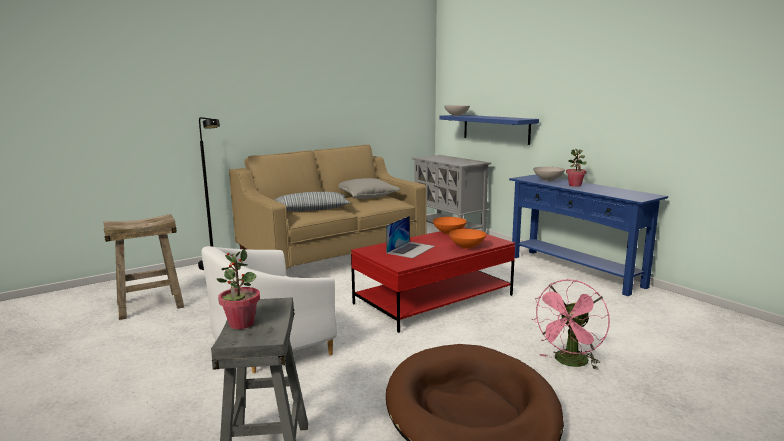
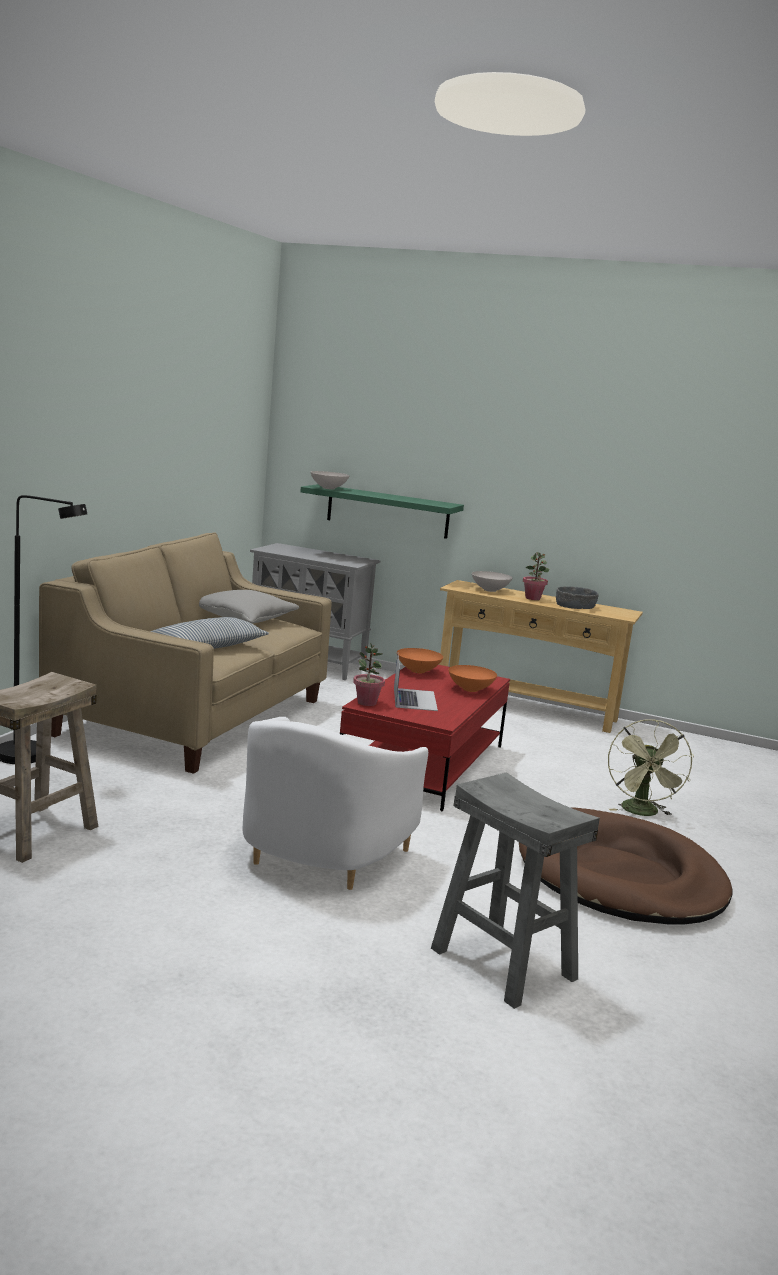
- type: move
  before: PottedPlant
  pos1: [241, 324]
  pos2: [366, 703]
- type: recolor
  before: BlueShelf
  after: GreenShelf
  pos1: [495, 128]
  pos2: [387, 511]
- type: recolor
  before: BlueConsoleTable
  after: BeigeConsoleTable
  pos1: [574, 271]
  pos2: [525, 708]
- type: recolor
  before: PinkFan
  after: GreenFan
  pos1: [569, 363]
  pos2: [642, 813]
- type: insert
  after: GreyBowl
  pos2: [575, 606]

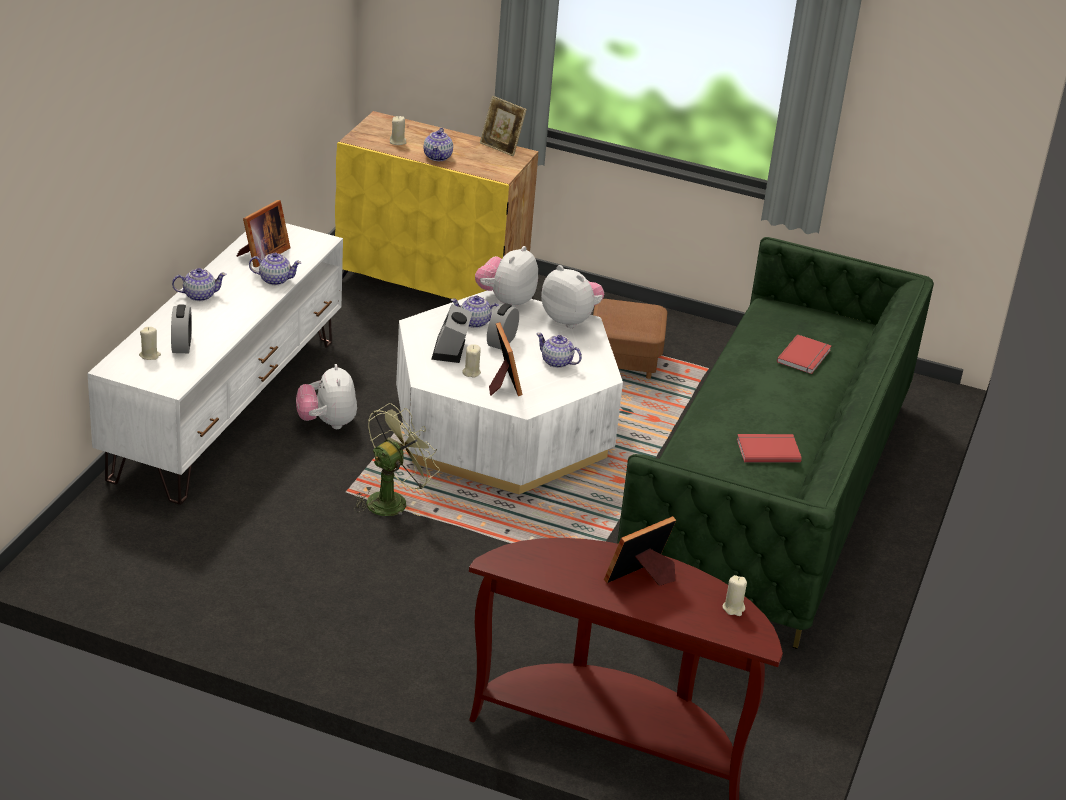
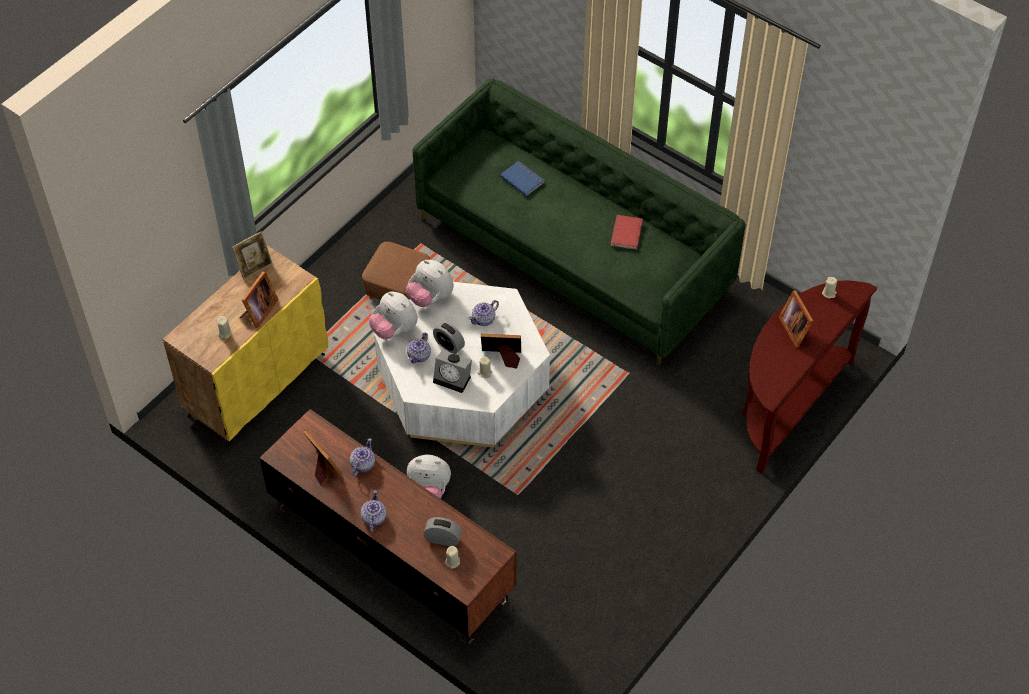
- type: recolor
  before: WhiteTvStand
  after: BrownTvStand
  pos1: [226, 407]
  pos2: [390, 553]
- type: delete
  before: GreenFan
  pos1: [392, 500]
- type: replace
  before: Teapot
  after: PictureFrame
  pos1: [438, 156]
  pos2: [258, 312]
- type: rotate
  before: PlushToy
  pos1: [570, 320]
  pos2: [430, 297]
  turn: -105
- type: recolor
  before: RedBook
  after: BlueBook
  pos1: [805, 357]
  pos2: [523, 179]

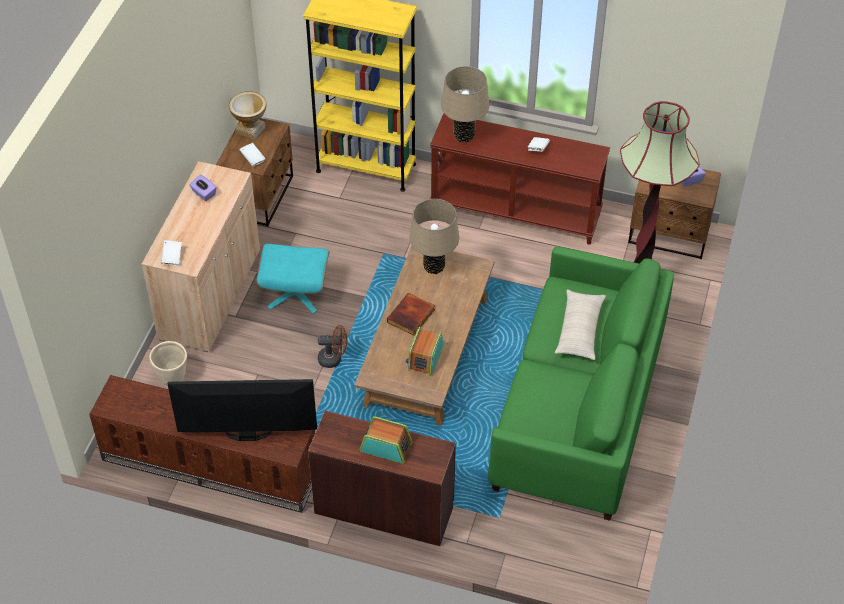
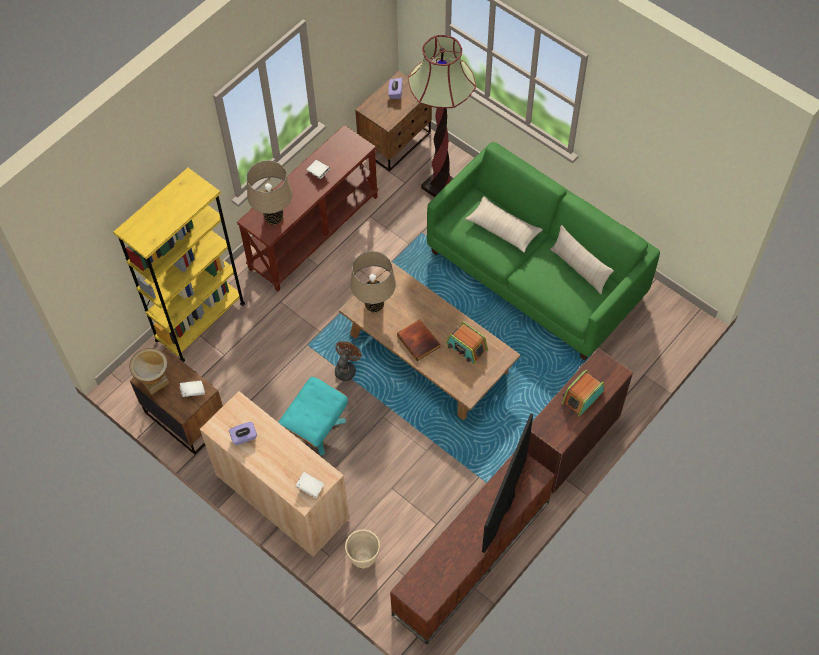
- type: move
  before: BrownFan
  pos1: [333, 359]
  pos2: [346, 368]
- type: insert
  after: BeigePillow
  pos2: [579, 268]

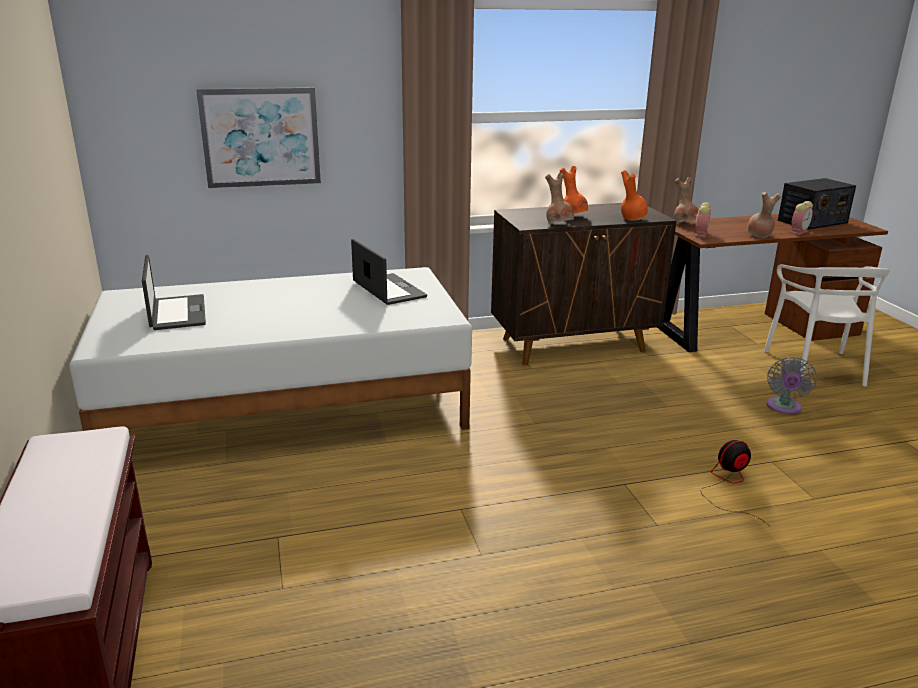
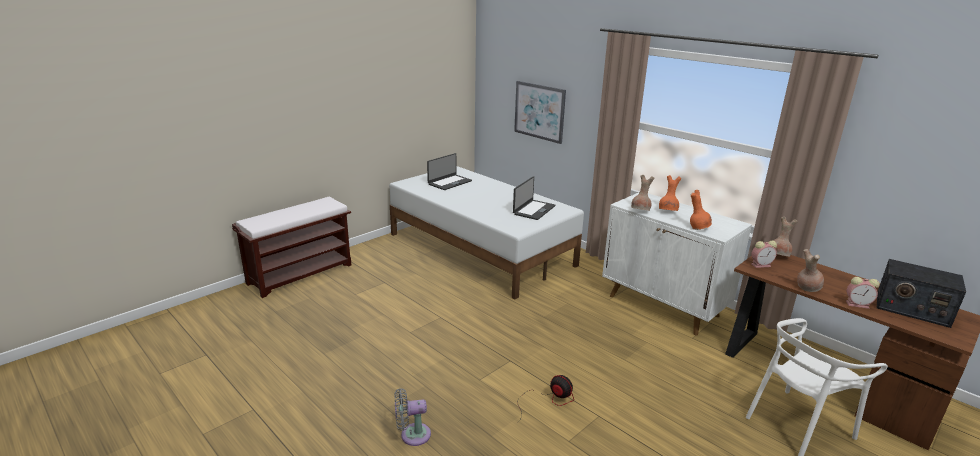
- type: recolor
  before: BrownCabinet
  after: WhiteCabinet
  pos1: [574, 345]
  pos2: [664, 306]
- type: move
  before: GreyFan
  pos1: [783, 408]
  pos2: [412, 435]

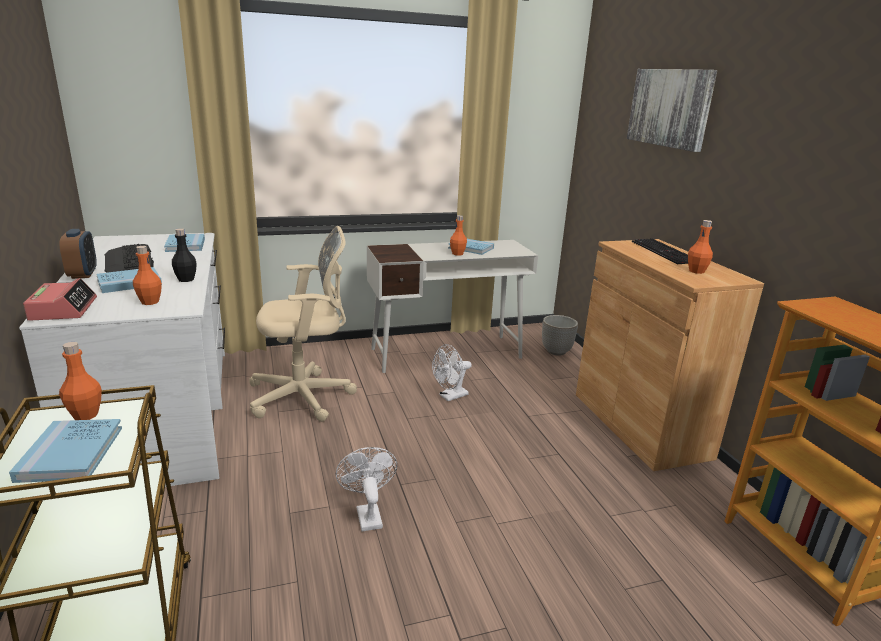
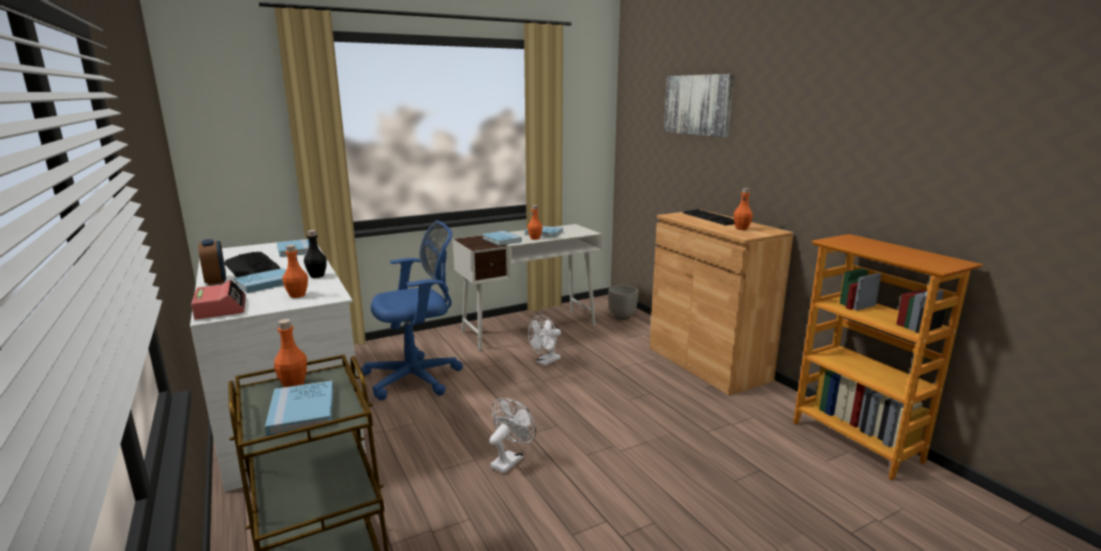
- type: recolor
  before: BeigeOfficeChair
  after: BlueOfficeChair
  pos1: [305, 396]
  pos2: [417, 378]
- type: rotate
  before: WhiteFan
  pos1: [367, 514]
  pos2: [510, 460]
  turn: 60
- type: insert
  after: BlueBook
  pos2: [501, 240]

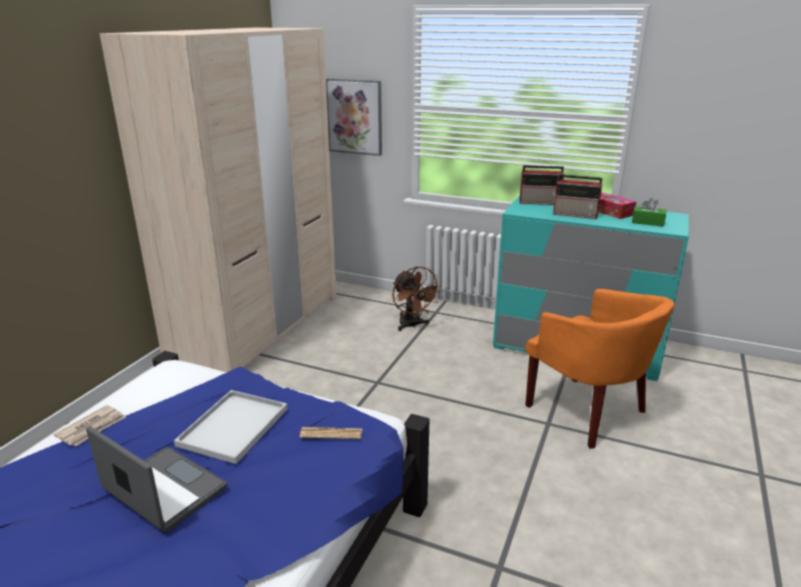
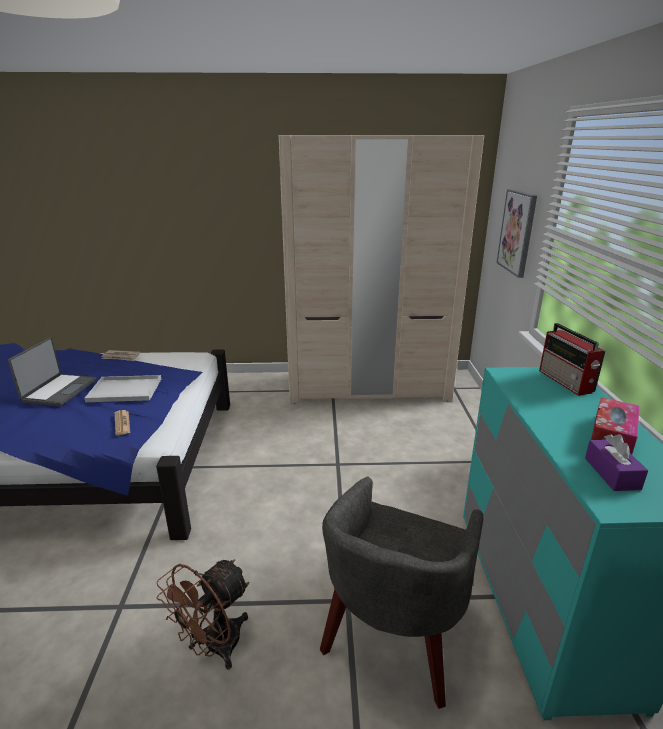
- type: move
  before: BrownFan
  pos1: [412, 325]
  pos2: [214, 647]
- type: recolor
  before: OrangeArmchair
  after: GreyArmchair
  pos1: [588, 412]
  pos2: [394, 637]
- type: delete
  before: Radio
  pos1: [576, 215]
- type: recolor
  before: GreenTissueBox
  after: PurpleTissueBox
  pos1: [647, 222]
  pos2: [611, 473]

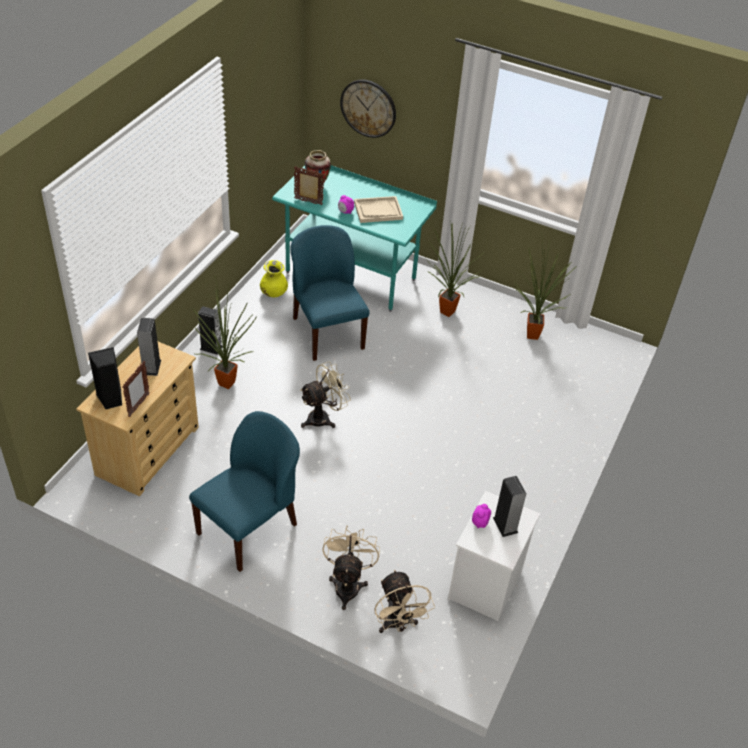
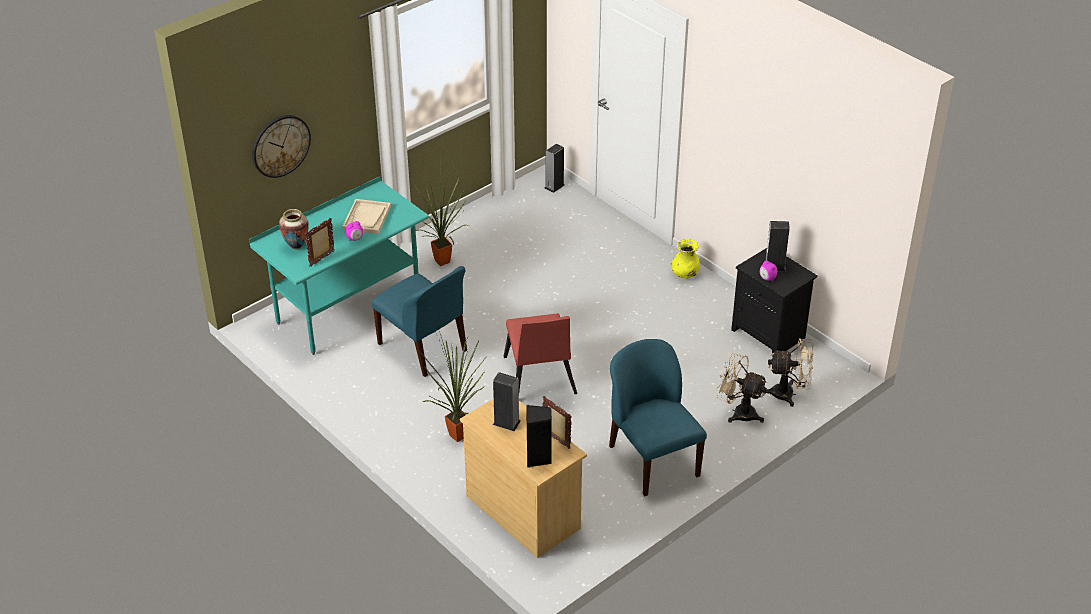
- type: move
  before: Speaker
  pos1: [211, 347]
  pos2: [554, 186]
- type: move
  before: YellowVase
  pos1: [273, 293]
  pos2: [685, 274]
- type: rotate
  before: BlueChair
  pos1: [327, 332]
  pos2: [424, 348]
  turn: -135
- type: replace
  before: BeigeFan
  after: RedChair
  pos1: [323, 417]
  pos2: [539, 379]
- type: recolor
  before: WhiteNightstand
  after: BlackNightstand
  pos1: [486, 586]
  pos2: [770, 334]
- type: delete
  before: PottedPlant
  pos1: [532, 333]

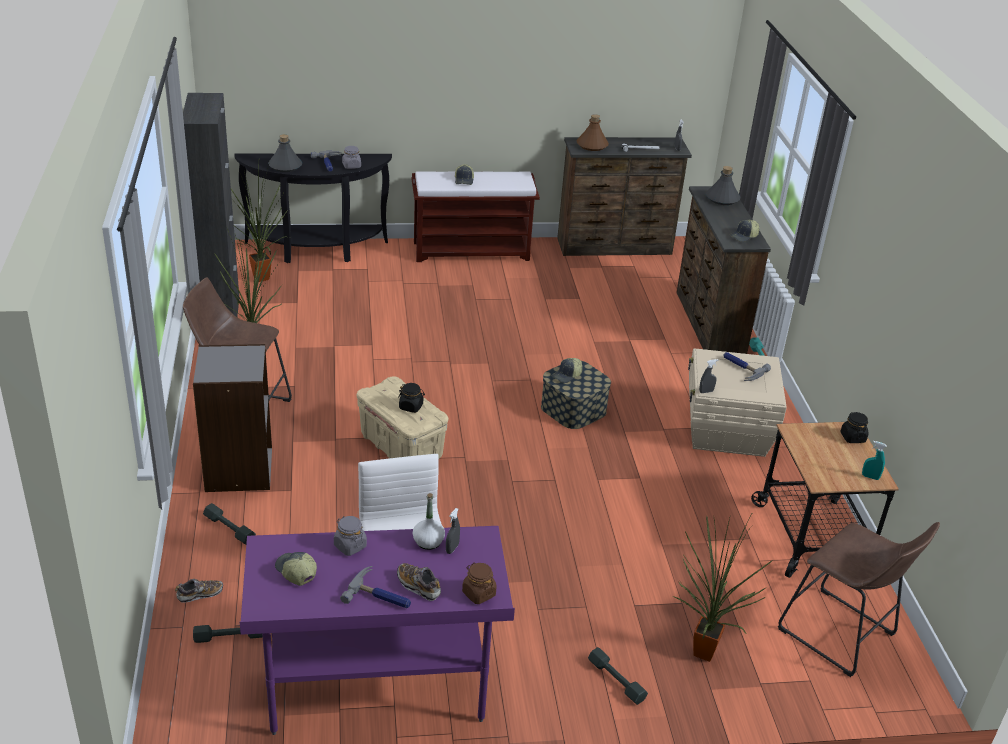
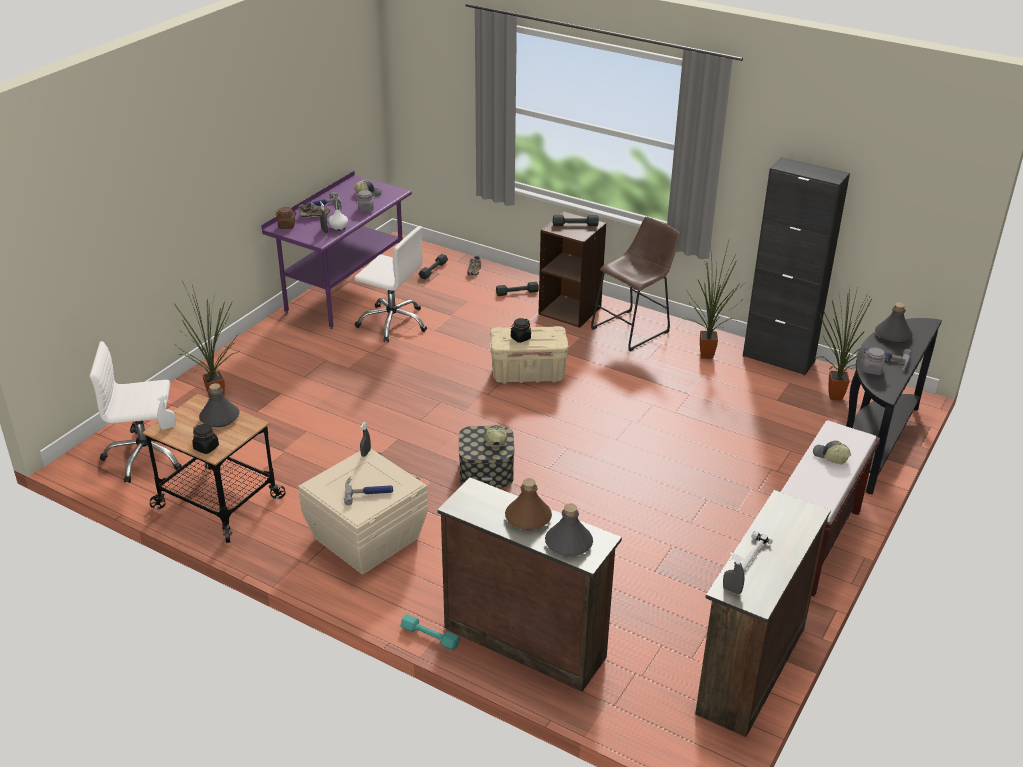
- type: recolor
  before: GreyBookcase
  after: BrownBookcase
  pos1: [238, 470]
  pos2: [570, 310]
- type: move
  before: BrownBottle
  pos1: [592, 145]
  pos2: [528, 518]
- type: move
  before: GreyDumbbell
  pos1: [616, 680]
  pos2: [575, 224]
- type: delete
  before: Cap
  pos1: [744, 236]
- type: replace
  before: BrownStool
  after: WhiteOfficeChair
  pos1: [841, 636]
  pos2: [145, 456]
- type: recolor
  before: TurquoiseSprayBottle
  after: WhiteSprayBottle
  pos1: [870, 477]
  pos2: [168, 427]
- type: insert
  after: GreyBottle
  pos2: [219, 418]

